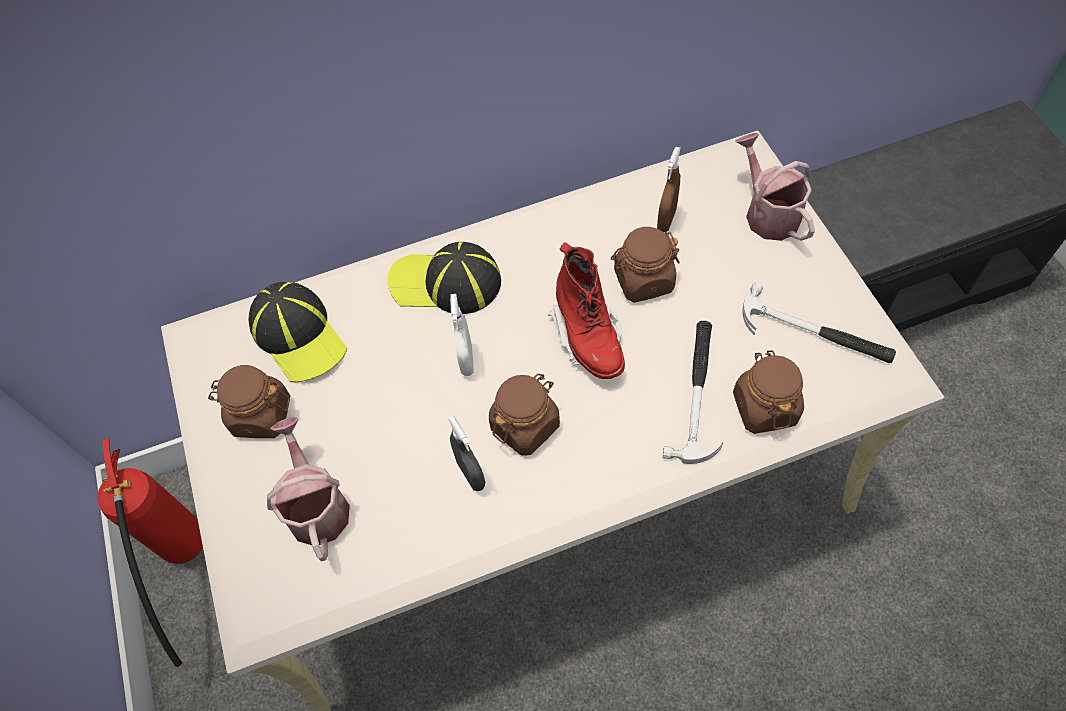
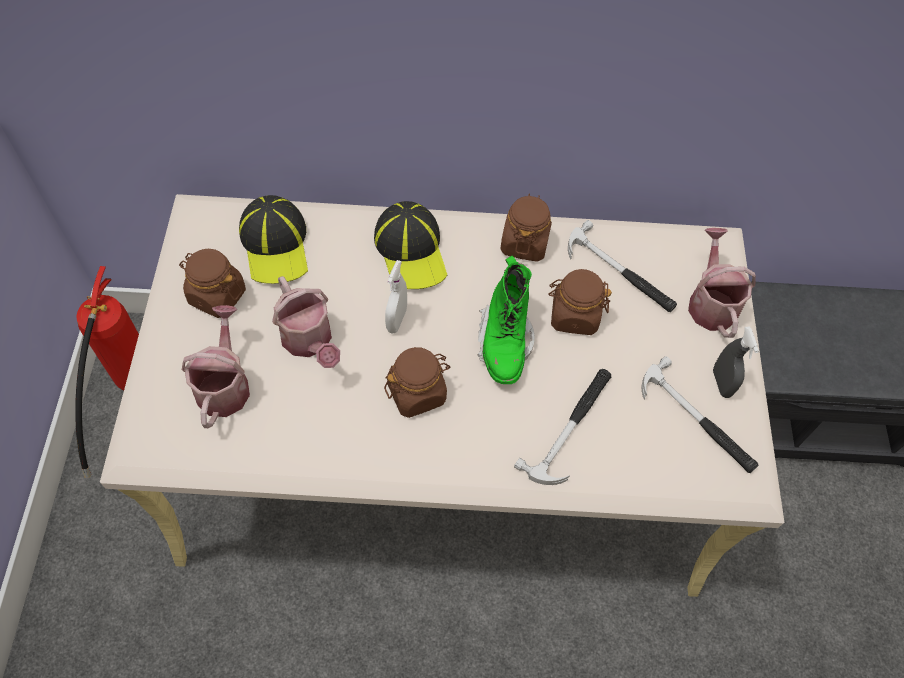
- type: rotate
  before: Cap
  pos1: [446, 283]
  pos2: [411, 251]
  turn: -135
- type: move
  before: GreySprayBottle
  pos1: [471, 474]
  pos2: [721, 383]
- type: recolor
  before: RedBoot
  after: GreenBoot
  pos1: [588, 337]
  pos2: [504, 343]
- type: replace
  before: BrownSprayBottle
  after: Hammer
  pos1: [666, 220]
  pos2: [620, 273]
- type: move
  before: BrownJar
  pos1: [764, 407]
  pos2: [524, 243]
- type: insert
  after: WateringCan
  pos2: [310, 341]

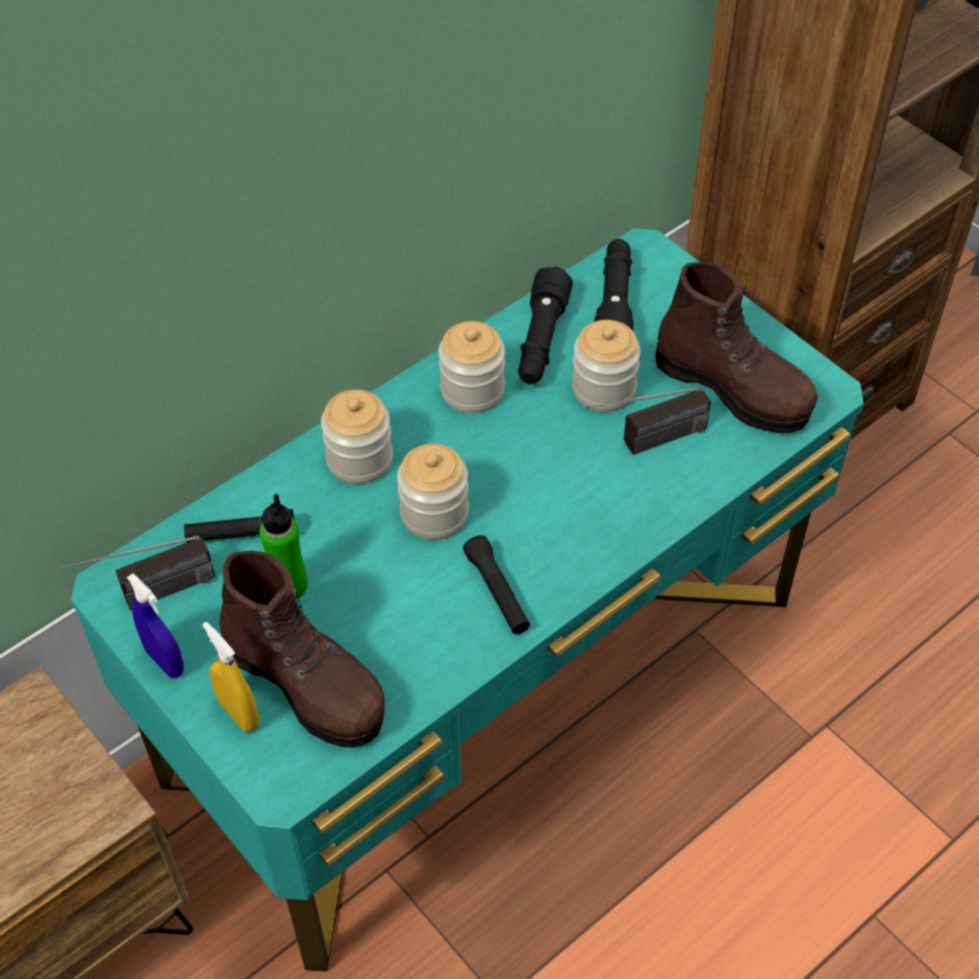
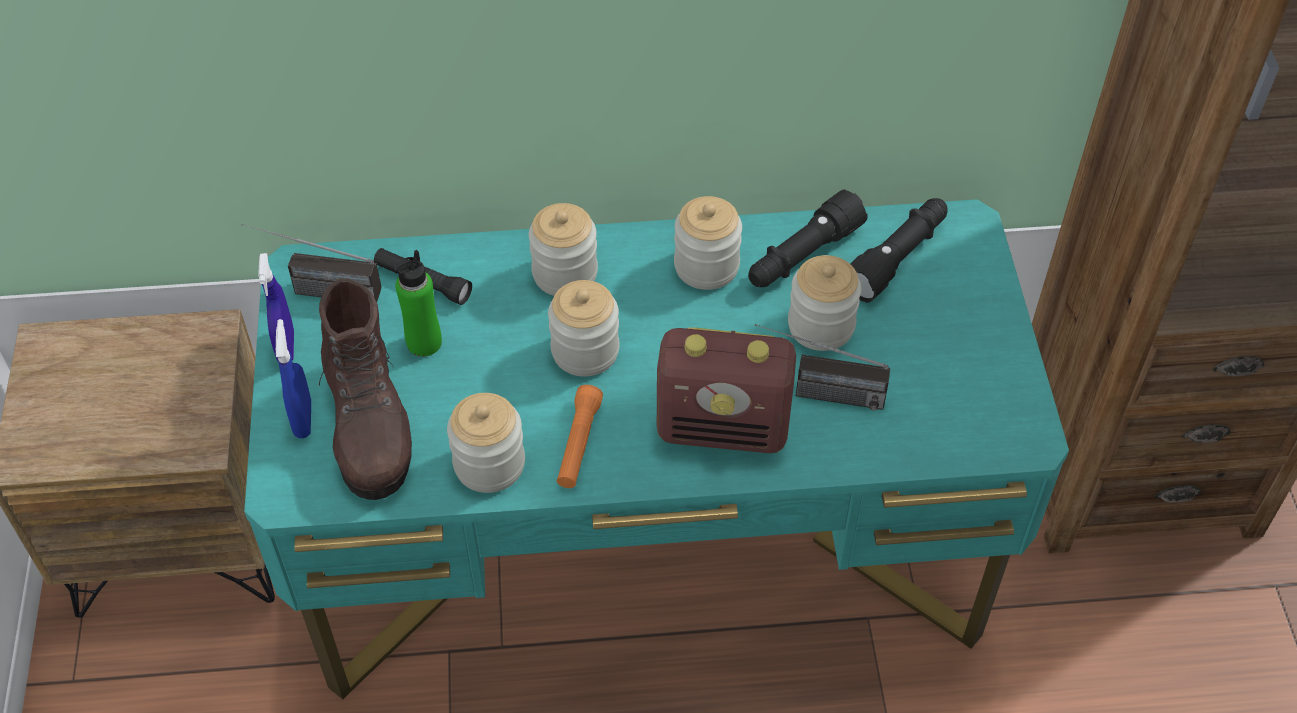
- type: recolor
  before: YellowSprayBottle
  after: BlueSprayBottle
  pos1: [239, 713]
  pos2: [303, 419]
- type: recolor
  before: BlackFlashlight
  after: OrangeFlashlight
  pos1: [497, 592]
  pos2: [578, 444]
- type: delete
  before: BrownBoot
  pos1: [733, 388]
- type: insert
  after: Jar
  pos2: [489, 464]
- type: insert
  after: Radio
  pos2: [724, 428]

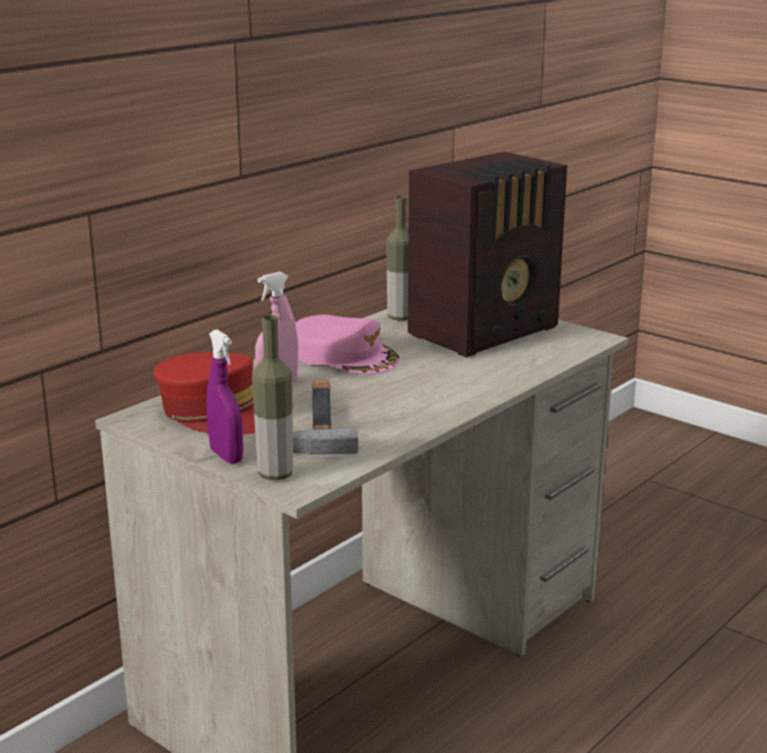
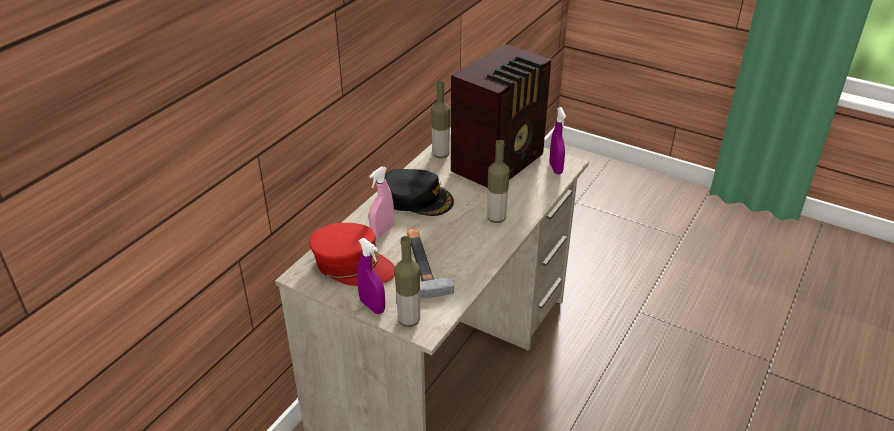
- type: recolor
  before: PinkCap
  after: BlackCap
  pos1: [345, 356]
  pos2: [417, 198]
- type: insert
  after: Bottle
  pos2: [496, 218]
- type: insert
  after: PurpleSprayBottle
  pos2: [555, 168]

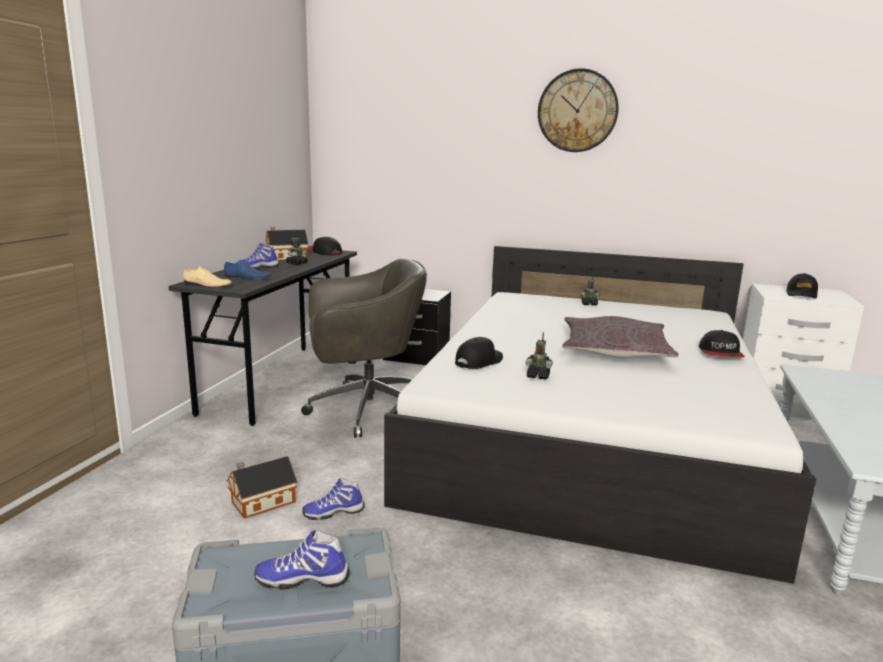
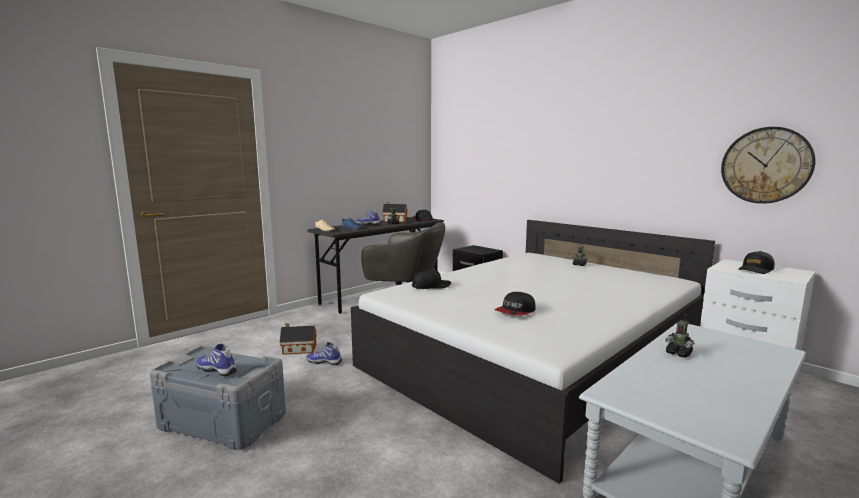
- type: move
  before: ToyRobot
  pos1: [538, 376]
  pos2: [678, 353]
- type: move
  before: WallClock
  pos1: [577, 111]
  pos2: [766, 165]
- type: delete
  before: GreyPillow
  pos1: [614, 350]
- type: move
  before: Cap
  pos1: [720, 353]
  pos2: [516, 311]

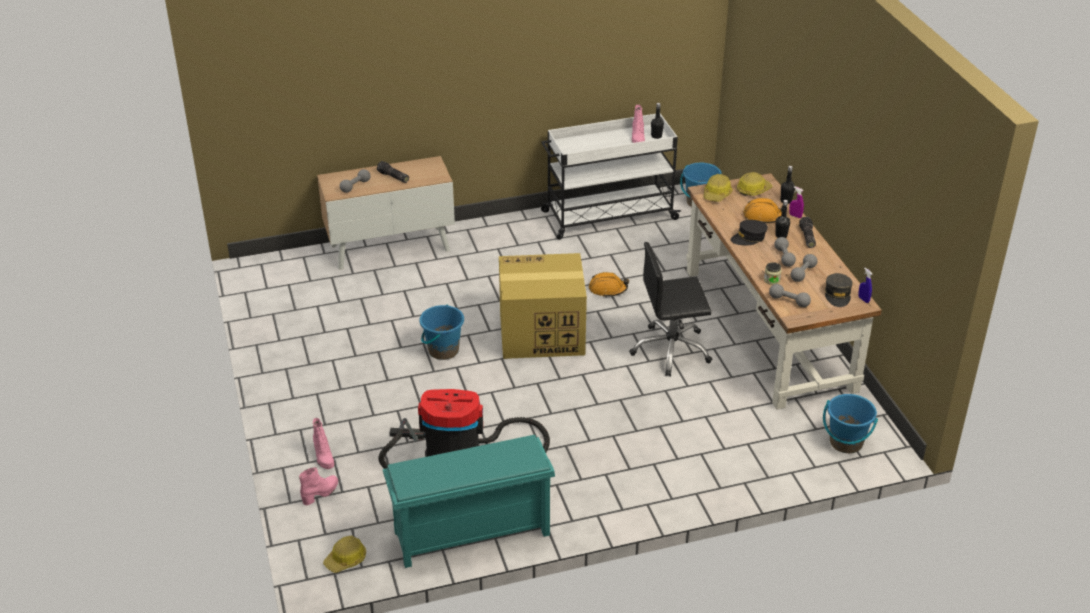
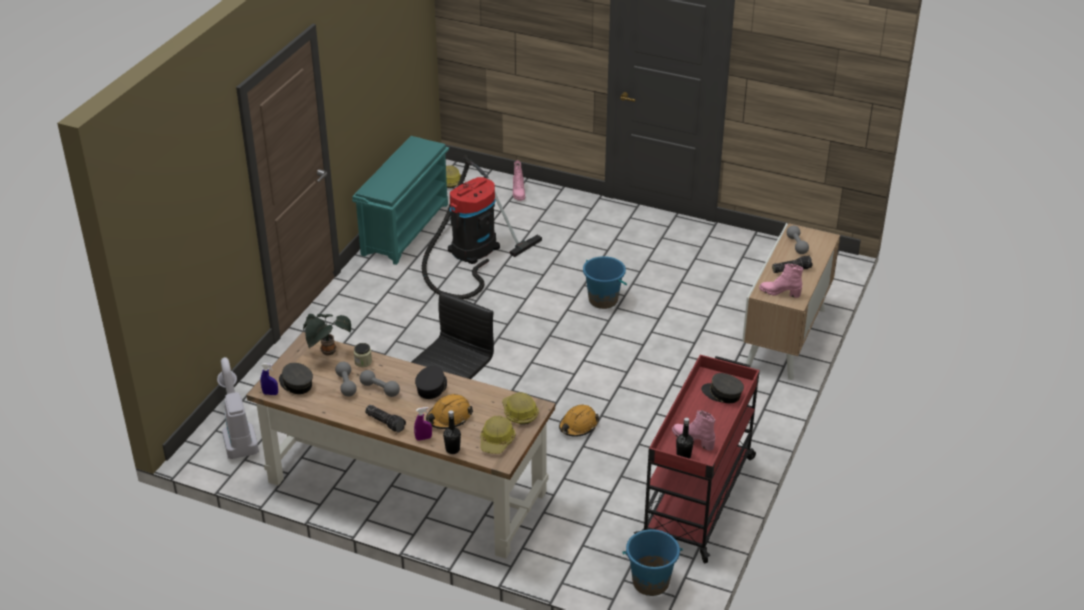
- type: move
  before: PinkBoot
  pos1: [323, 457]
  pos2: [779, 292]
- type: delete
  before: CardboardBox
  pos1: [540, 334]
- type: recolor
  before: WhiteCart
  after: RedCart
  pos1: [608, 215]
  pos2: [698, 497]
- type: replace
  before: GreyDumbbell
  after: PottedPlant
  pos1: [789, 301]
  pos2: [327, 353]
- type: delete
  before: BlackBottle
  pos1: [781, 235]
- type: replace
  before: BlueBucket
  after: VacuumCleaner
  pos1: [846, 442]
  pos2: [237, 433]
- type: insert
  after: GreyCap
  pos2: [722, 394]

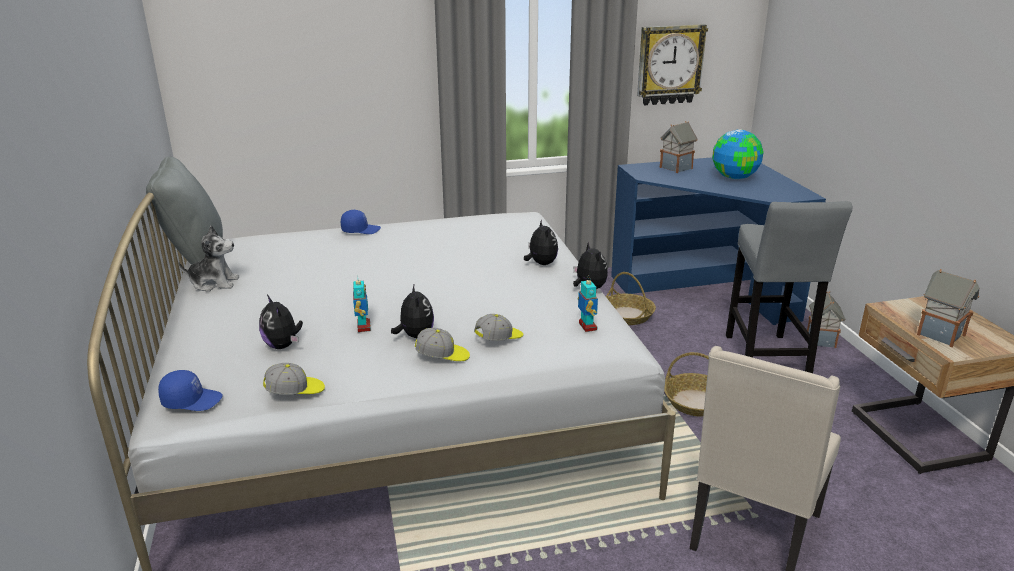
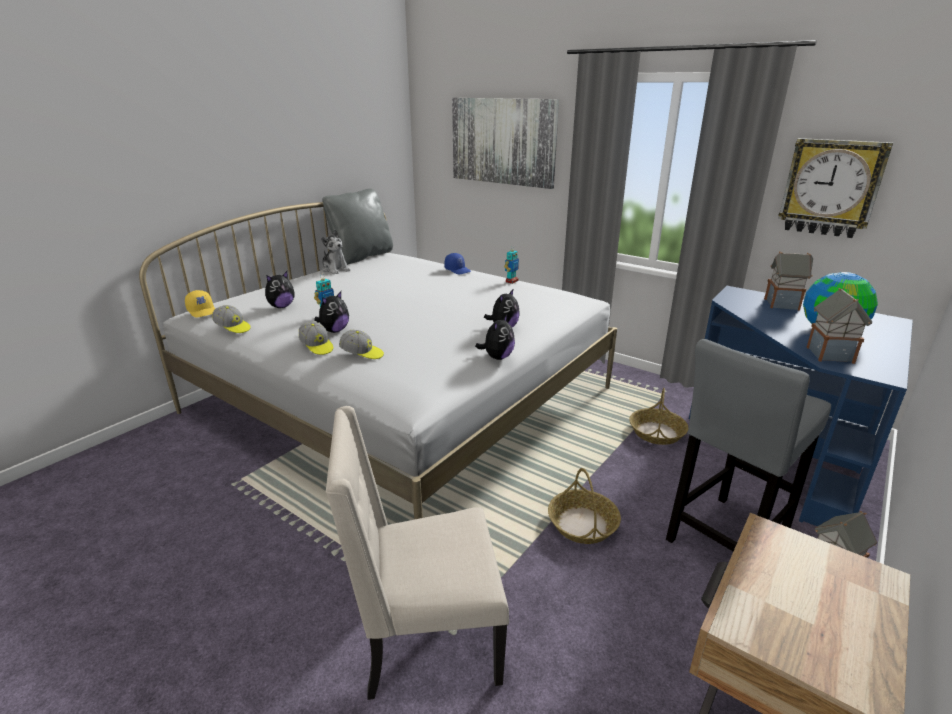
- type: recolor
  before: BlueCap
  after: YellowCap
  pos1: [192, 400]
  pos2: [202, 311]
- type: rotate
  before: PlushToy
  pos1: [283, 346]
  pos2: [281, 306]
  turn: -150
- type: move
  before: ToyRobot
  pos1: [587, 326]
  pos2: [511, 281]
- type: move
  before: ToyHouse
  pos1: [939, 334]
  pos2: [829, 354]
- type: insert
  after: Picture
  pos2: [503, 141]

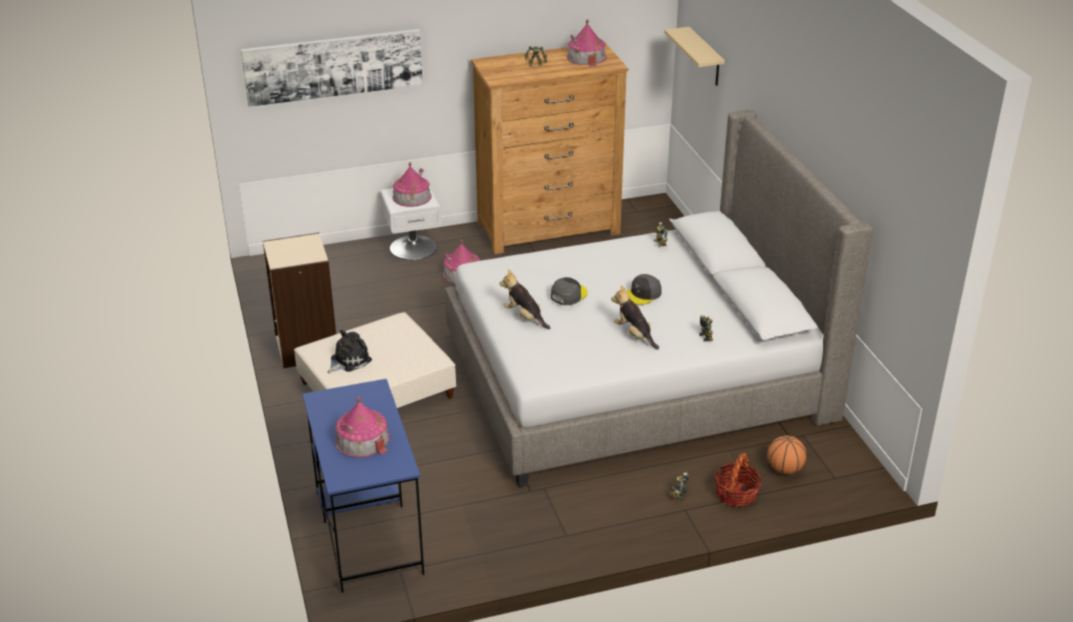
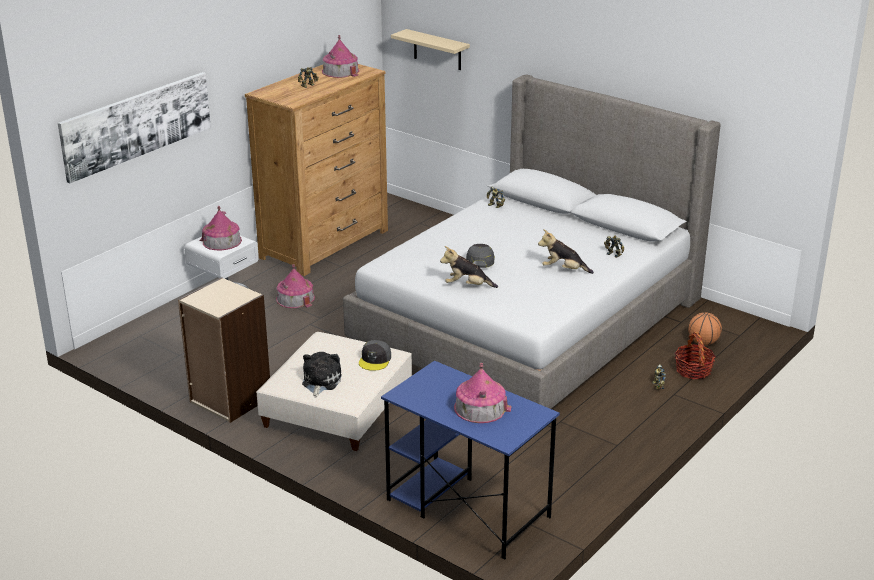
- type: move
  before: GreyCap
  pos1: [643, 294]
  pos2: [375, 360]

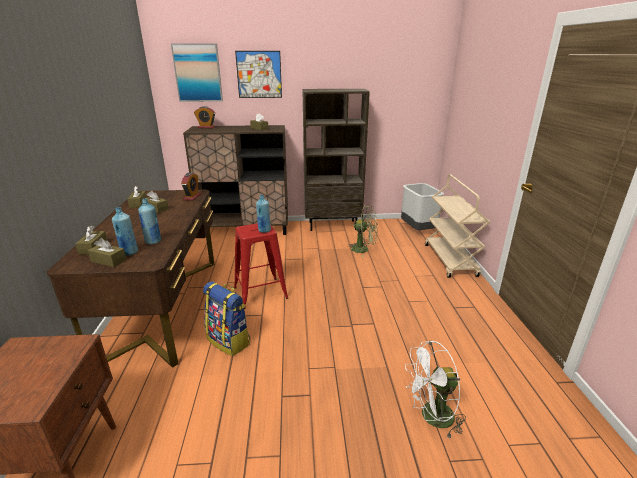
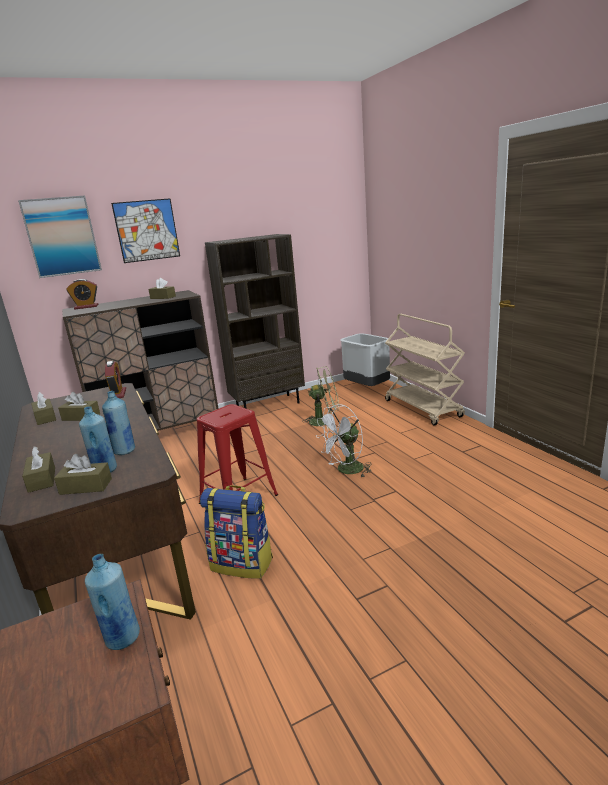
- type: move
  before: BlueBottle
  pos1: [264, 230]
  pos2: [122, 638]
- type: move
  before: WhiteFan
  pos1: [431, 418]
  pos2: [346, 471]

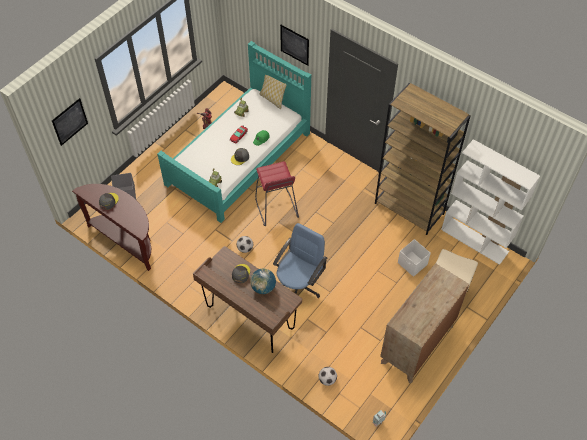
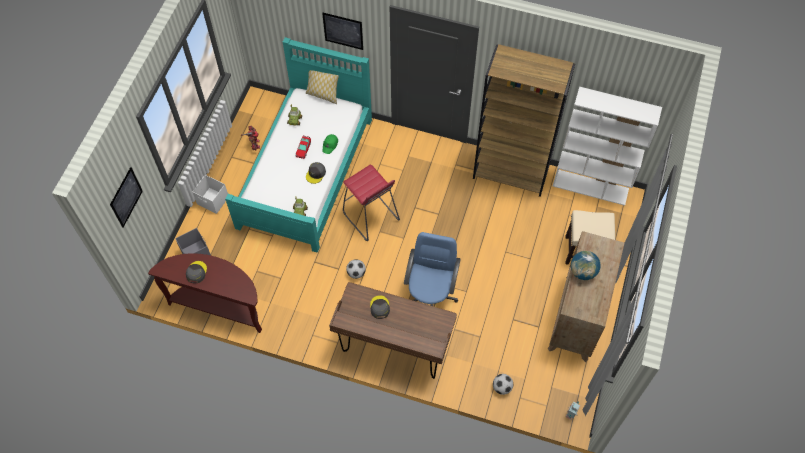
- type: move
  before: Globe
  pos1: [263, 287]
  pos2: [583, 272]
- type: move
  before: WhiteStorageBox
  pos1: [412, 264]
  pos2: [213, 201]

